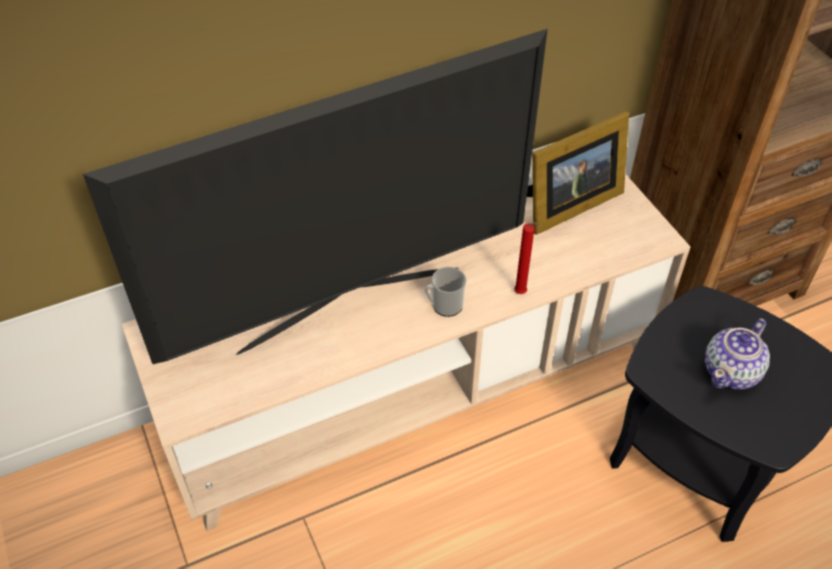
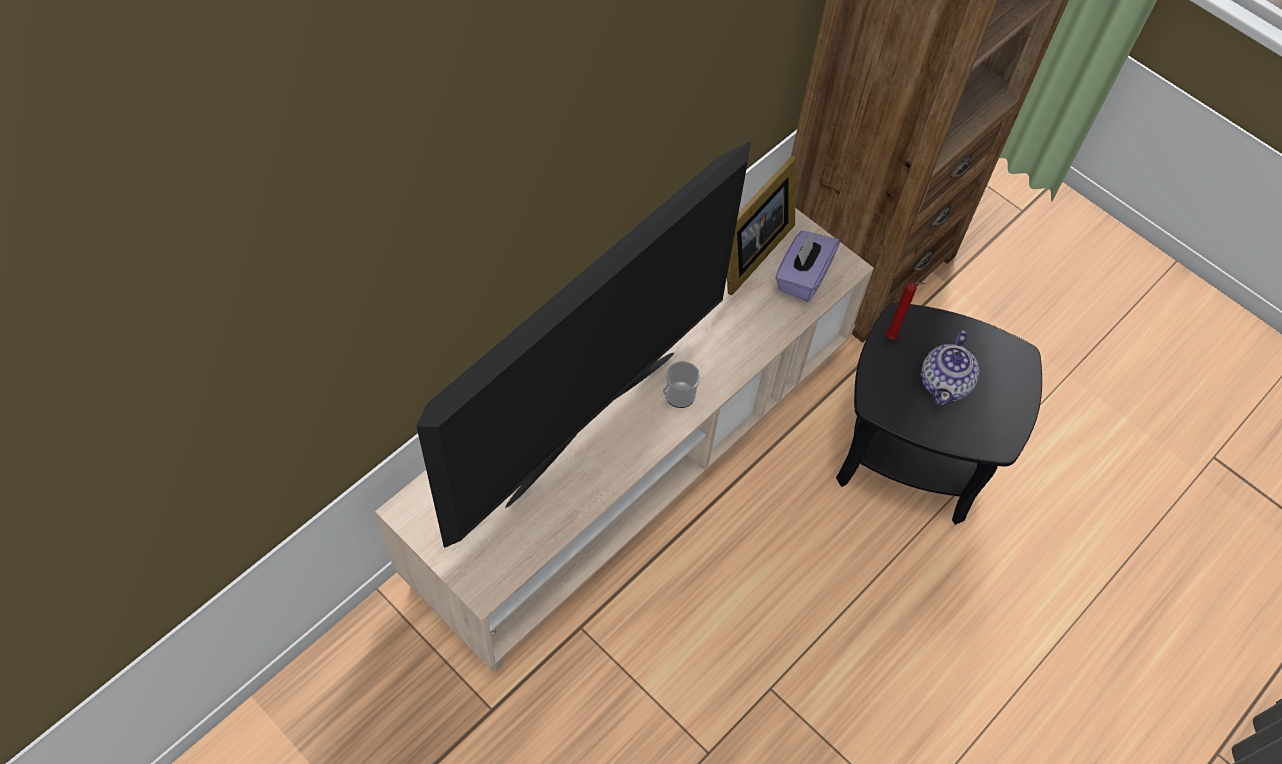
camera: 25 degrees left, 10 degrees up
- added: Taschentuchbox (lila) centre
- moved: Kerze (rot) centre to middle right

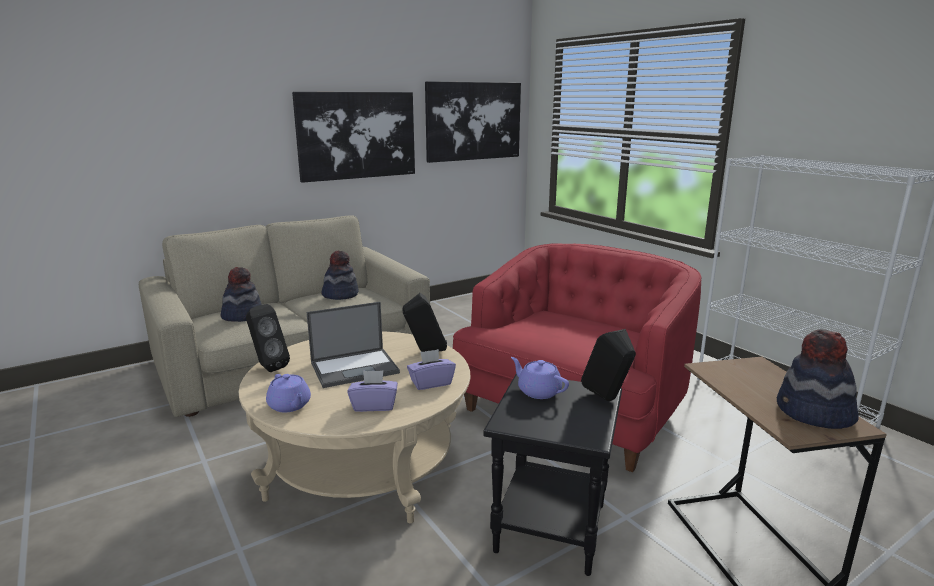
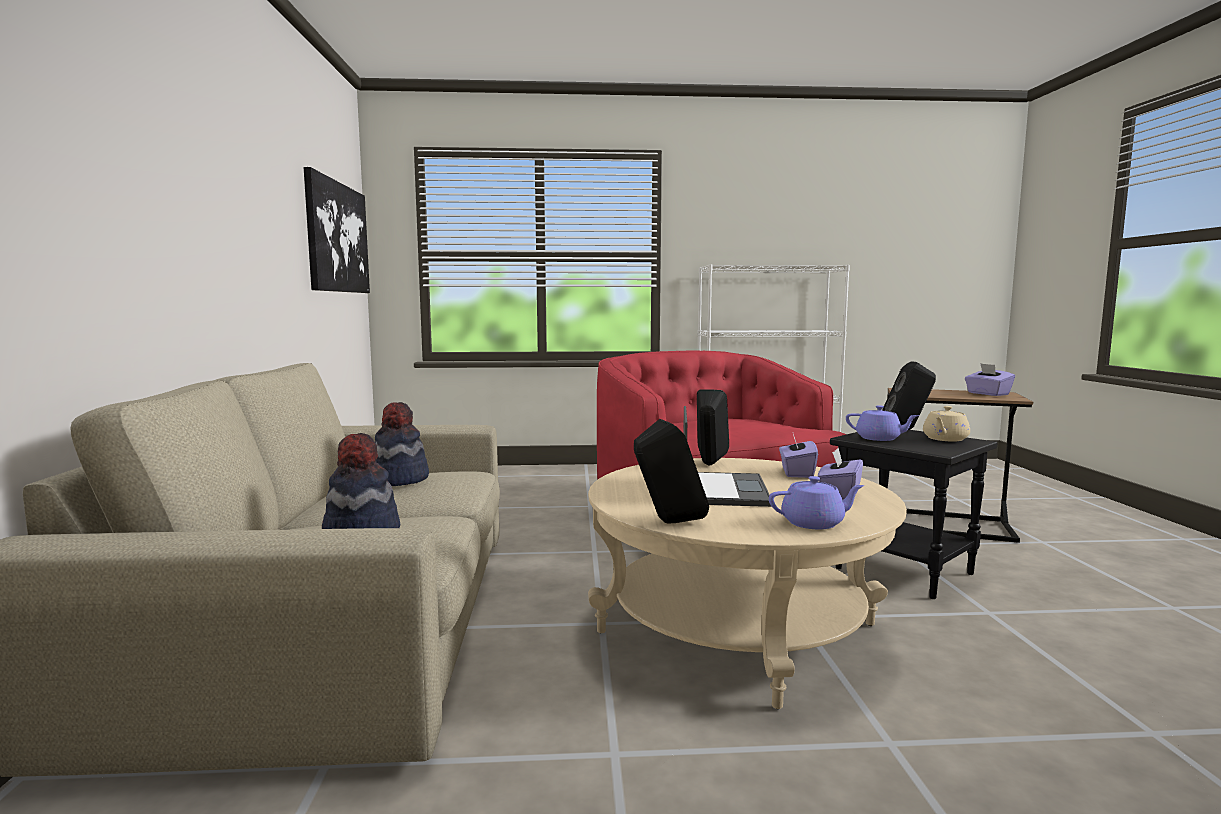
camera: 60 degrees left, 10 degrees down
- removed: Bild (1st from left) top centre
- added: Teekanne (beige) middle right
- replaced: Hut (3rd from left) middle right to Taschentuchbox (lila) (3rd from left) middle right
- turned: Teekanne (lila) (2nd from left) centre = middle right 135 degrees counterclockwise

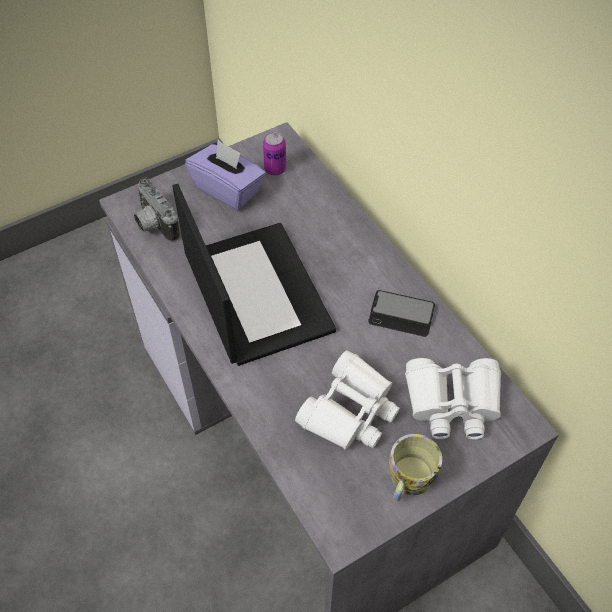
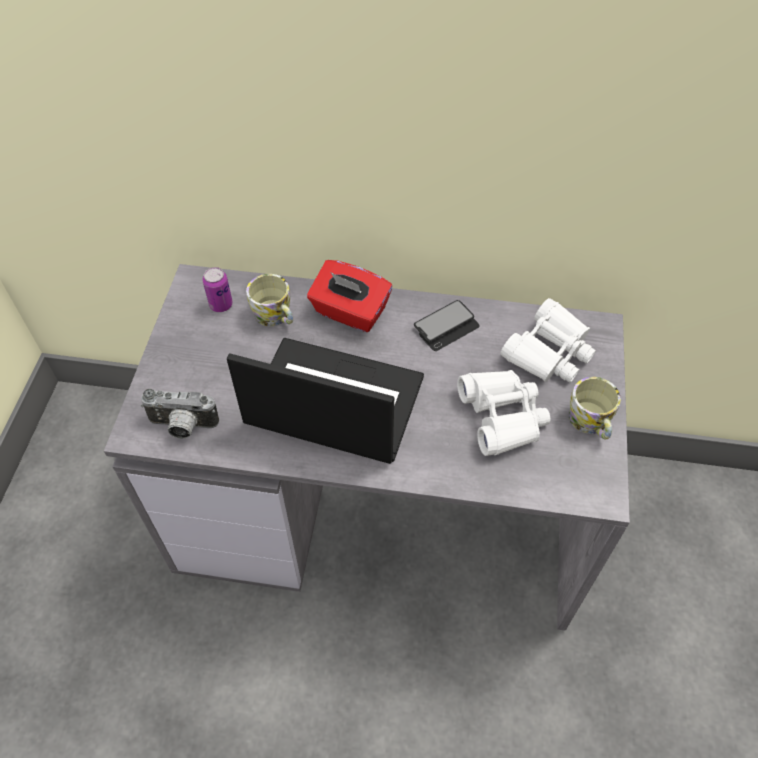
camera: 50 degrees left, 0 degrees up
- removed: Taschentuchbox (lila) top centre
- added: Henkelbecher (1st from left) centre
- added: Taschentuchbox (rot) centre

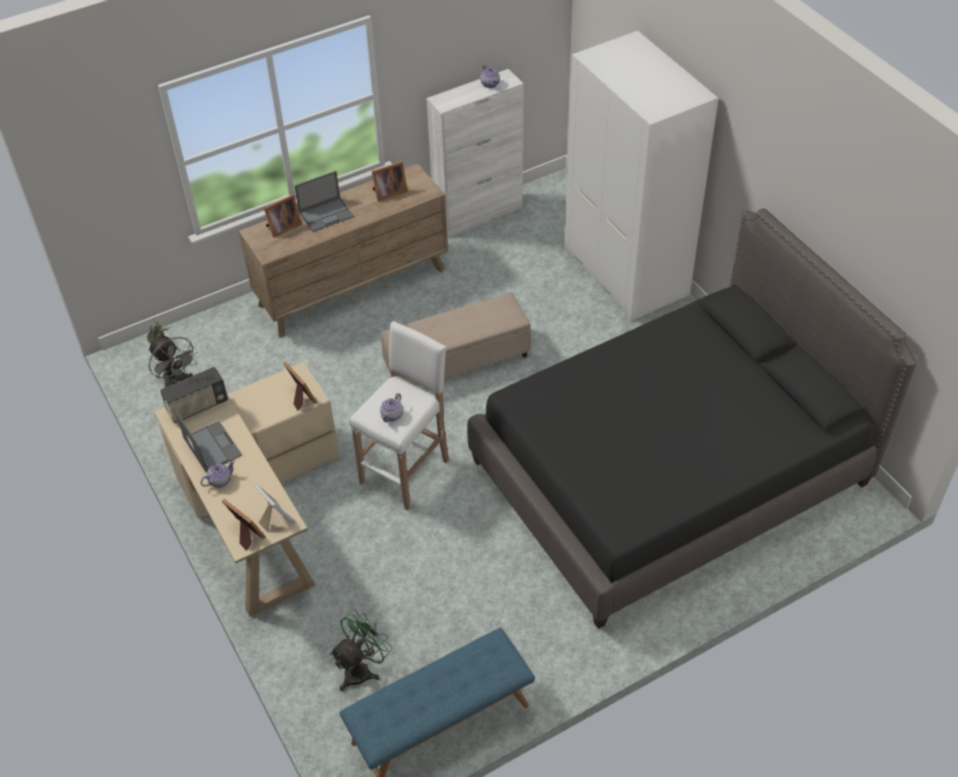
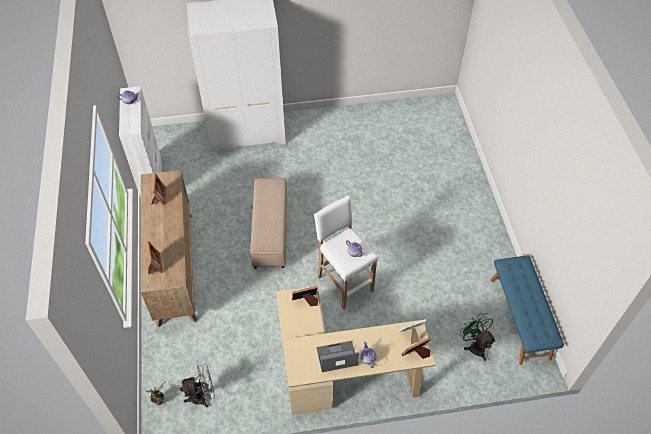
camera: 70 degrees left, 5 degrees up
- removed: Radio middle left
- removed: Laptop (2nd from left) top centre
- removed: Bett (schwarz) middle right

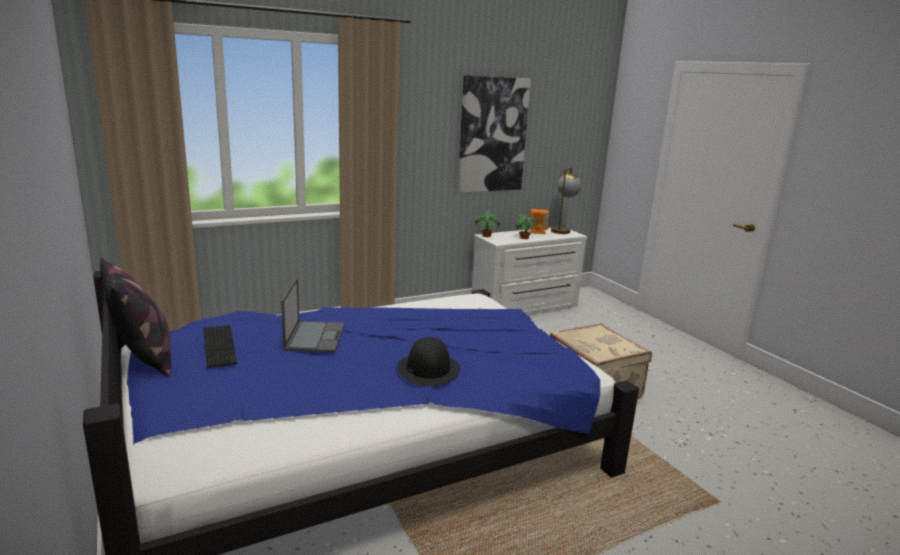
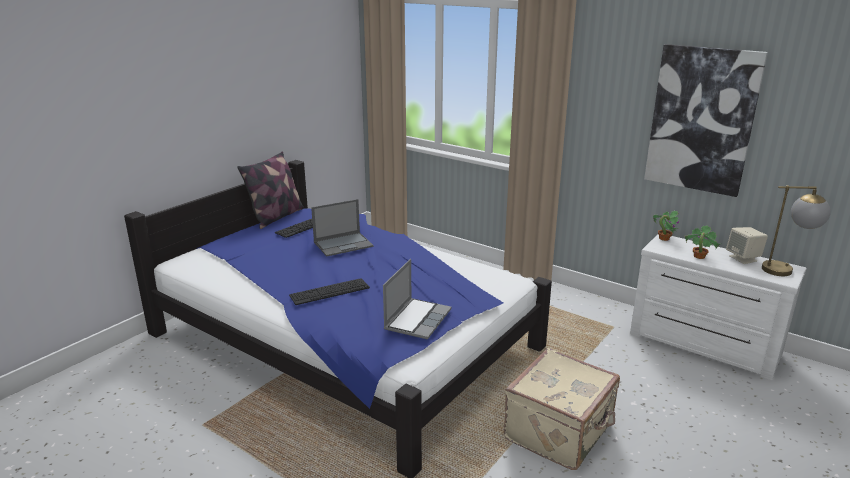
camera: 65 degrees right, 5 degrees up
- added: Laptop (2nd from left) centre
- replaced: Hut (schwarz) centre to Tastatur (2nd from left) centre
- recoloured: Lautsprecher (orange) centre to Lautsprecher (beige) middle right

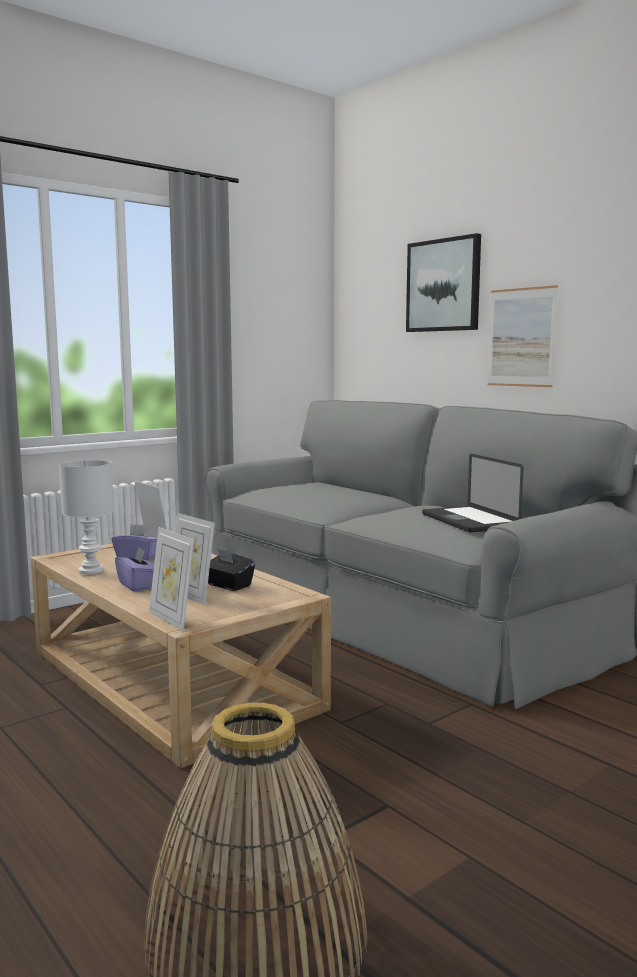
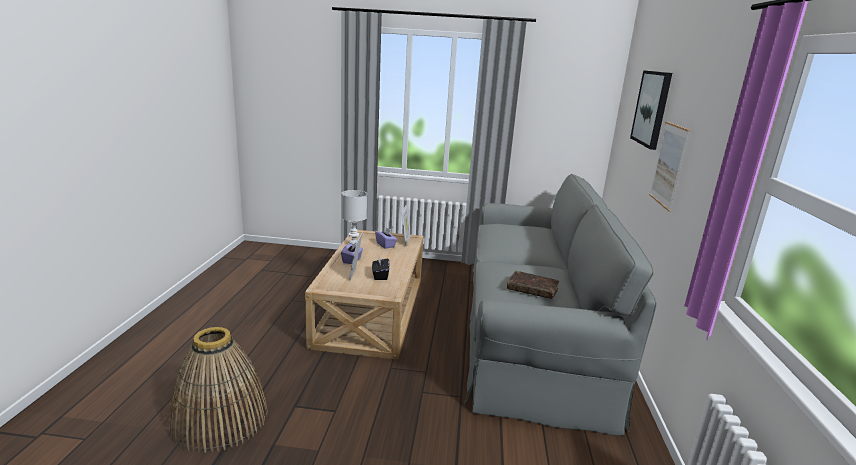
camera: 45 degrees right, 10 degrees up
- removed: Bilderrahmen (2nd from left) middle left
- replaced: Laptop middle right to Buch (braun) centre

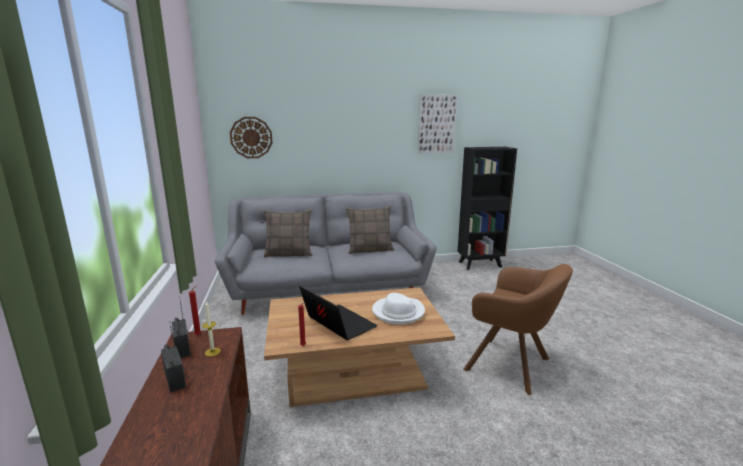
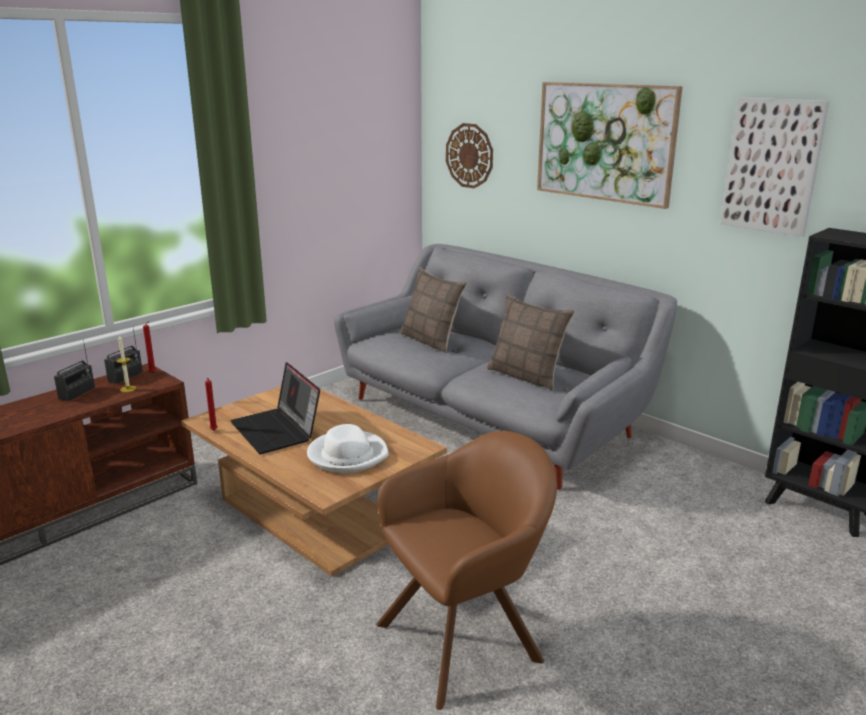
camera: 55 degrees right, 5 degrees up
- added: Bild (1st from left) top right
- turned: Laptop bottom centre = middle left 135 degrees clockwise
- turned: Sessel (braun) bottom right = bottom centre 120 degrees counterclockwise

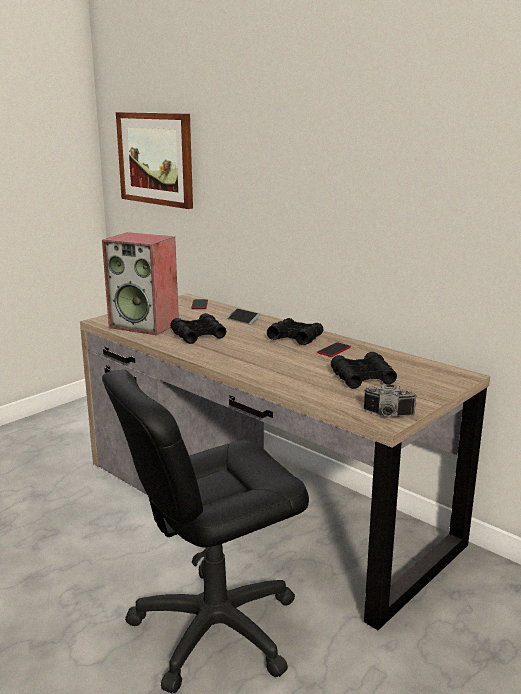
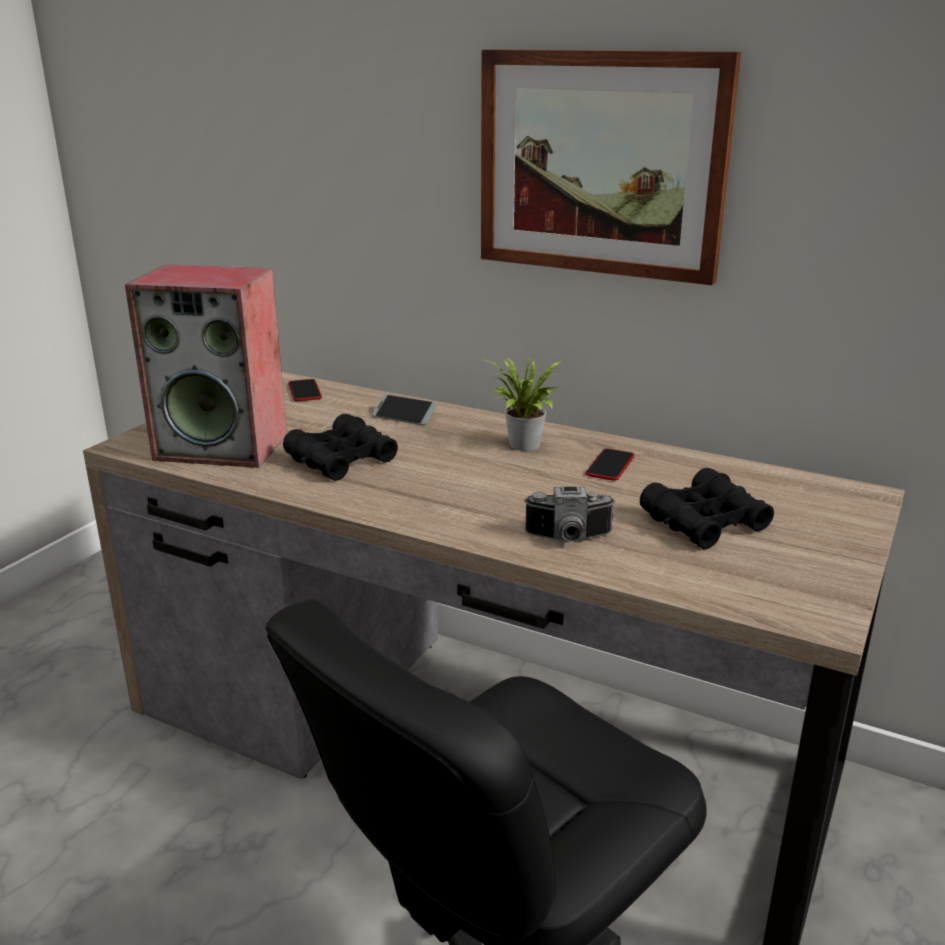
camera: 15 degrees left, 5 degrees up
- moved: Bild top left to top centre
- moved: Kamera middle right to centre
- replaced: Fernglas (schwarz) (2nd from left) centre to Topfpflanze centre

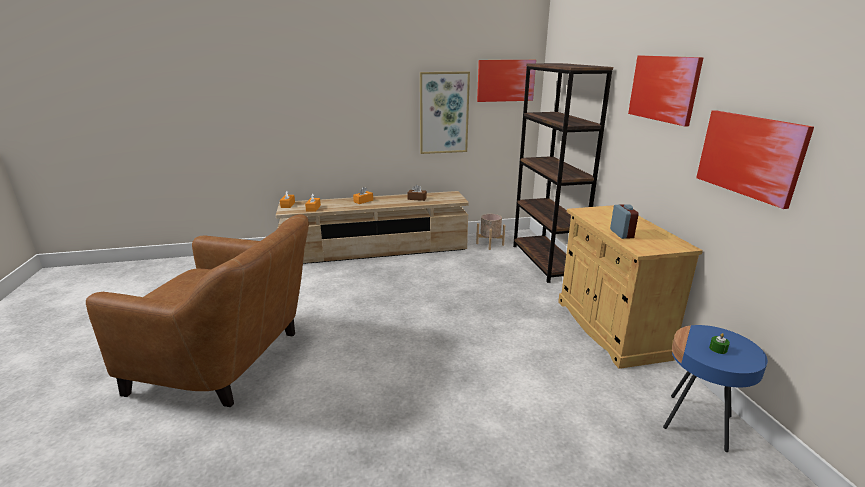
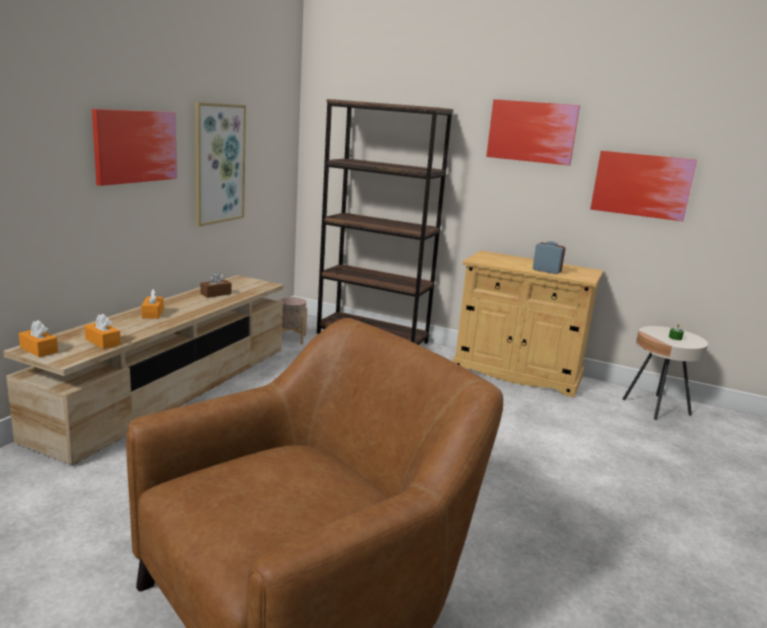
camera: 55 degrees left, 5 degrees down
- moved: Bild (2nd from left in the first image) top centre to Bild (1st from left) top left
- recoloured: Beistelltisch (blau) bottom right to Beistelltisch (beige) middle right

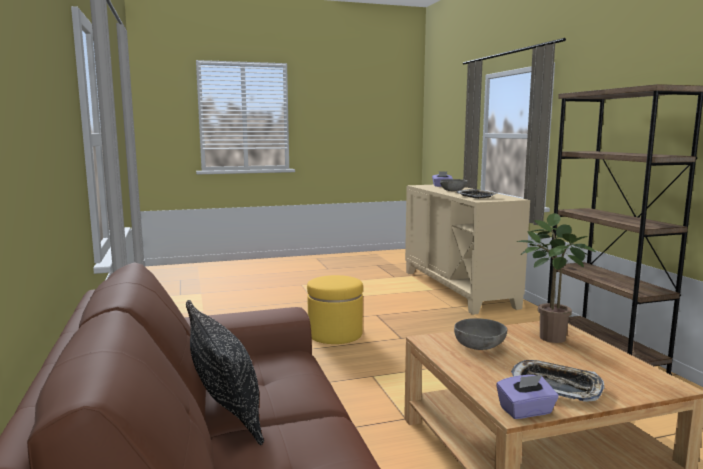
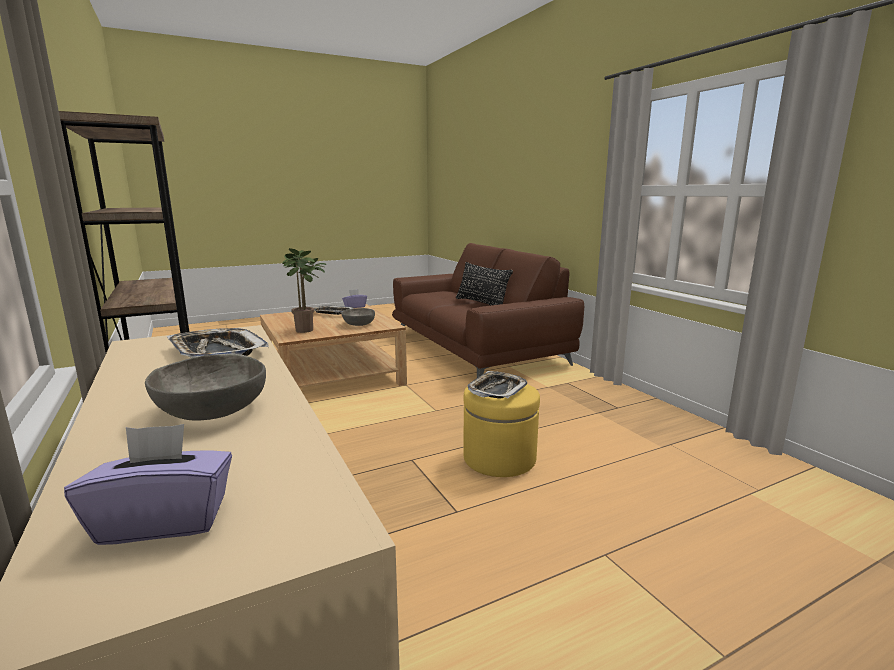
camera: 170 degrees right, 5 degrees up
- added: Tablett (3rd from left) centre

